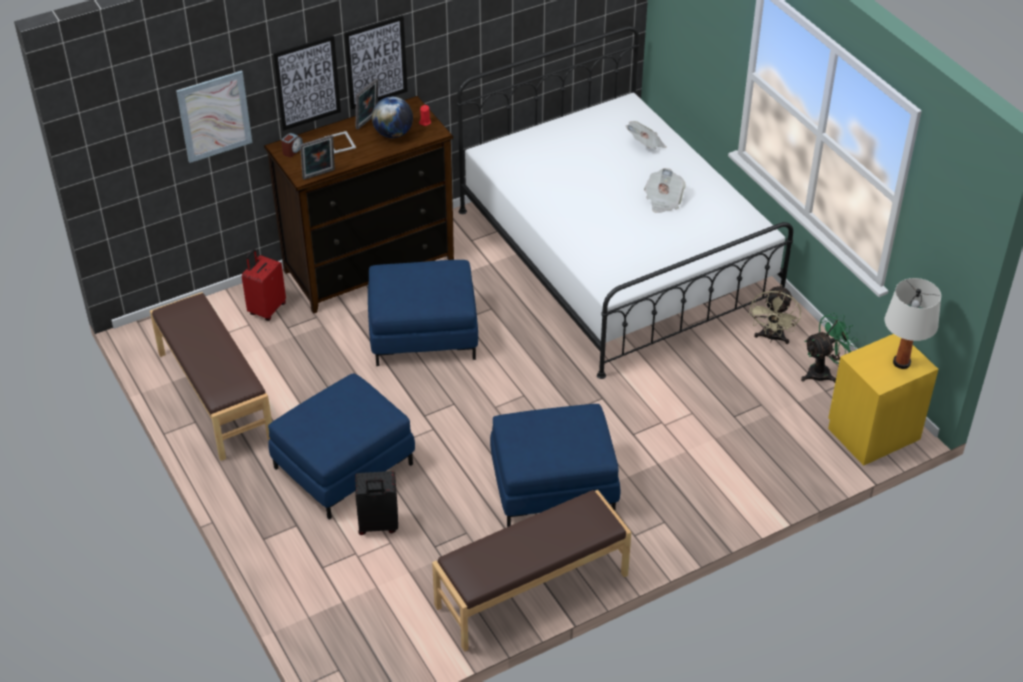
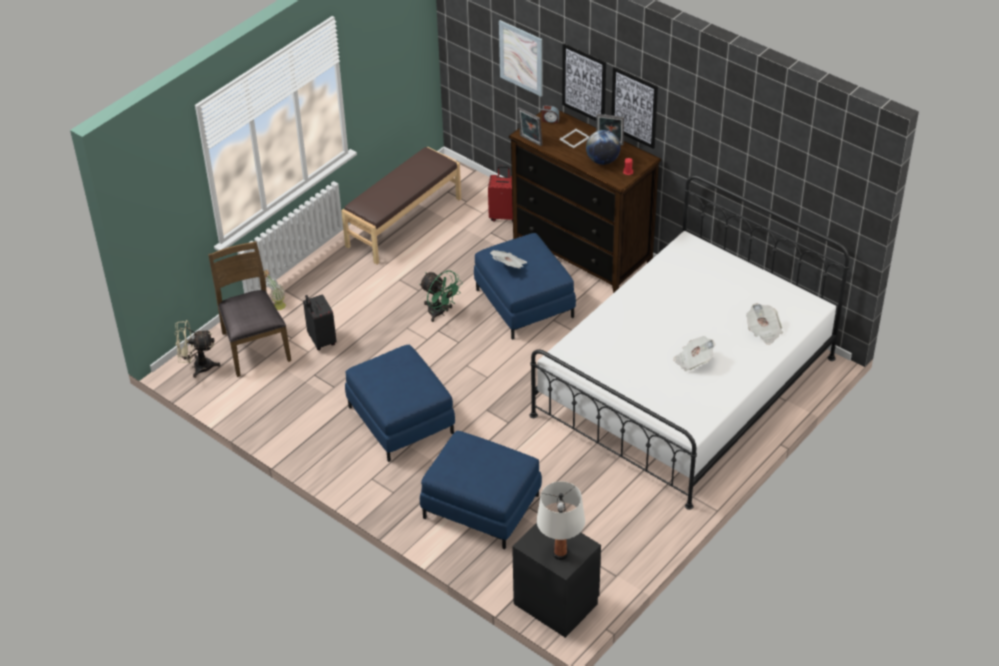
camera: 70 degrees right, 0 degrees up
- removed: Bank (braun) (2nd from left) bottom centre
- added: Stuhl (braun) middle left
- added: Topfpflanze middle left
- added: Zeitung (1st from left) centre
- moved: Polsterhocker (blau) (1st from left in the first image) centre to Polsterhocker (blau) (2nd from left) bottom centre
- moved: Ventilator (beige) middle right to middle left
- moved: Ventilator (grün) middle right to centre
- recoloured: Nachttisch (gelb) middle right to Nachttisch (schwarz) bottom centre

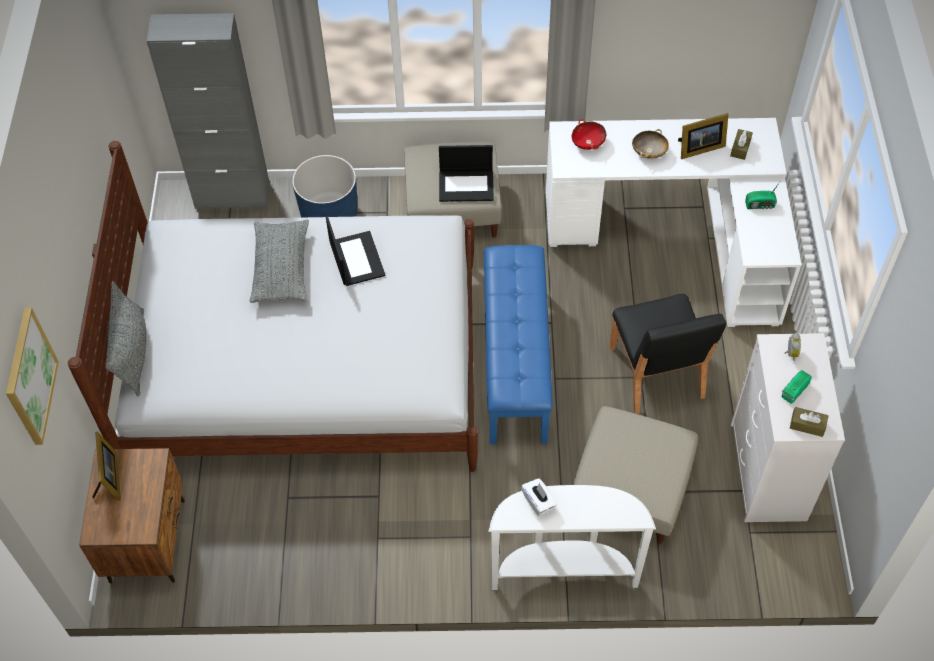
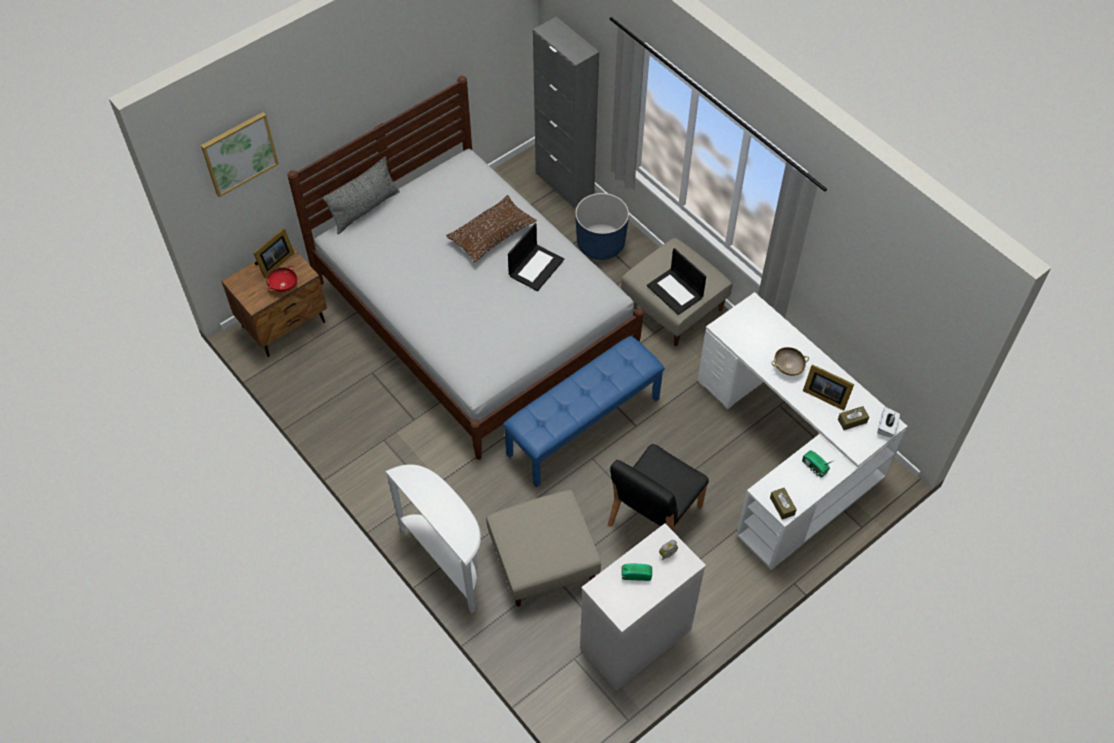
camera: 50 degrees right, 0 degrees up
- moved: Taschentuchbox (weiß) bottom centre to middle right
- moved: Schüssel (rot) top centre to middle left
- moved: Taschentuchbox (braun) (2nd from left in the first image) middle right to Taschentuchbox (braun) (1st from left) bottom right
- recoloured: Kissen (grau) (2nd from left) middle left to Kissen (braun) top centre

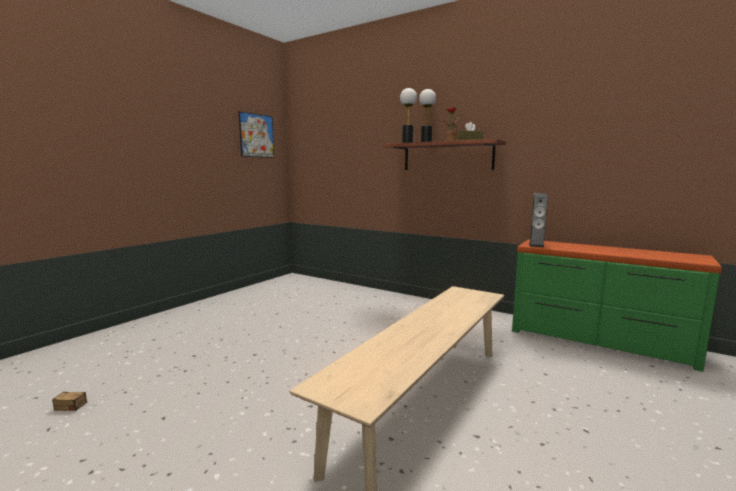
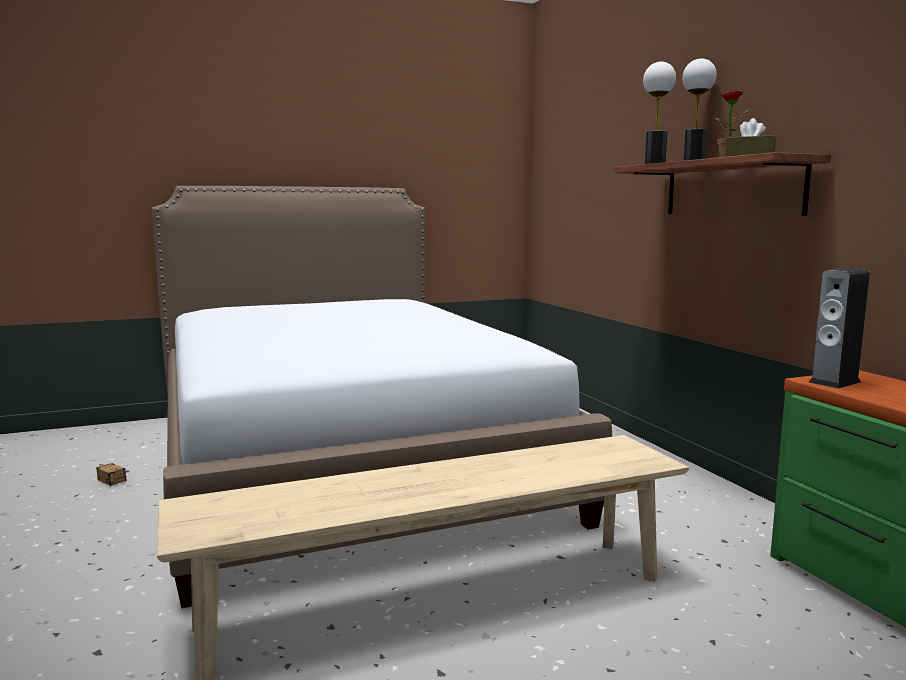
camera: 35 degrees right, 0 degrees up
- removed: Bild top centre
- added: Bett centre

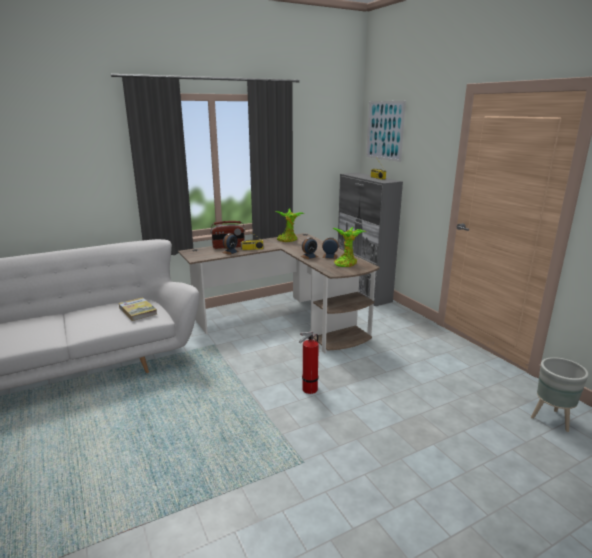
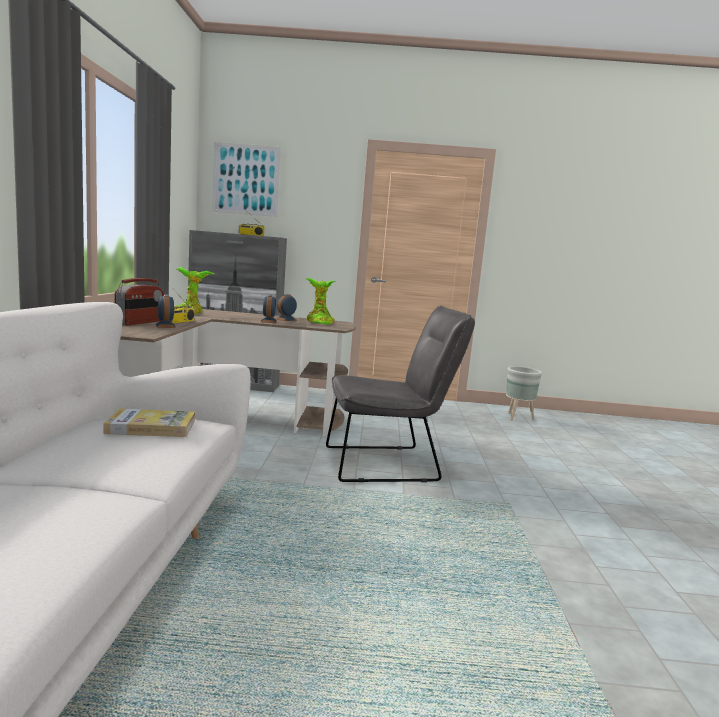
camera: 60 degrees left, 10 degrees down
- replaced: Feuerlöscher centre to Stuhl (grau) centre

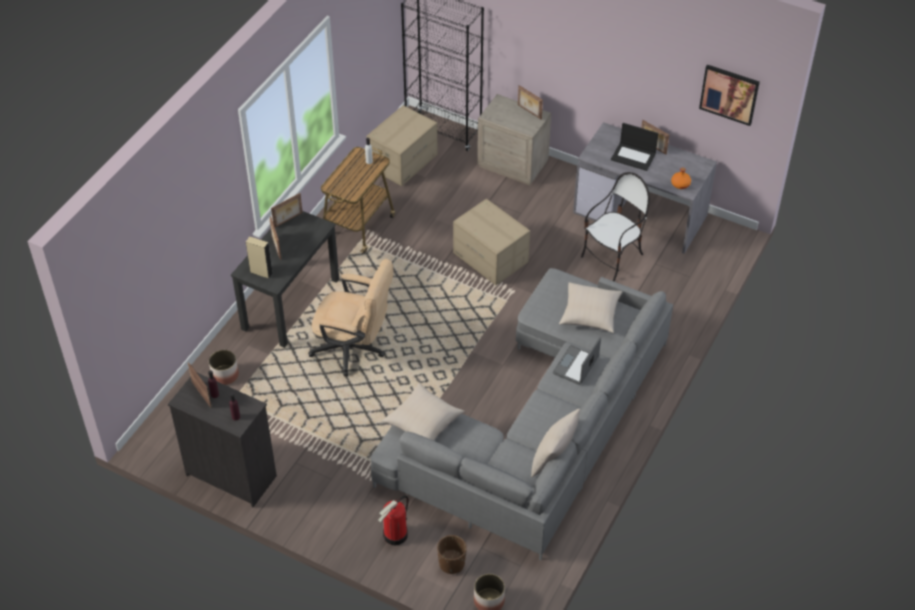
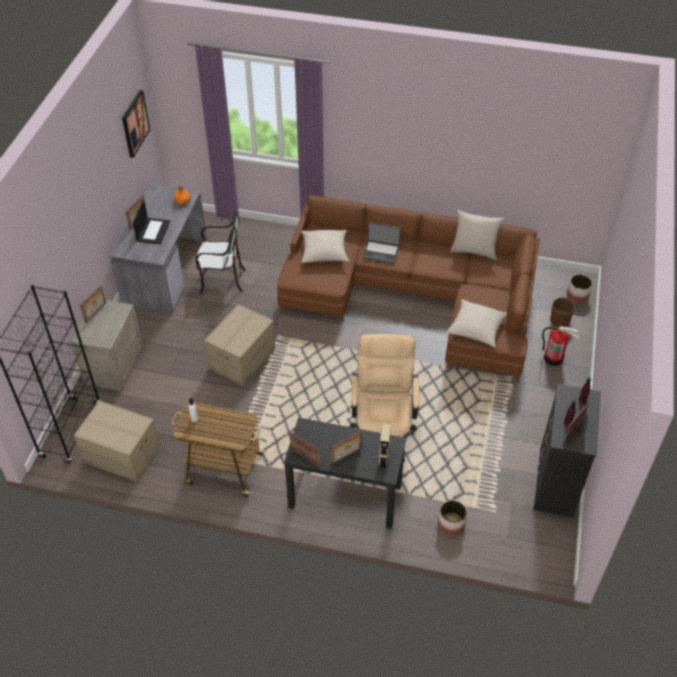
camera: 105 degrees left, 0 degrees up
- recoloured: Sofa (grau) bottom centre to Sofa (braun) centre
- turned: Stuhl middle right = middle left 150 degrees clockwise

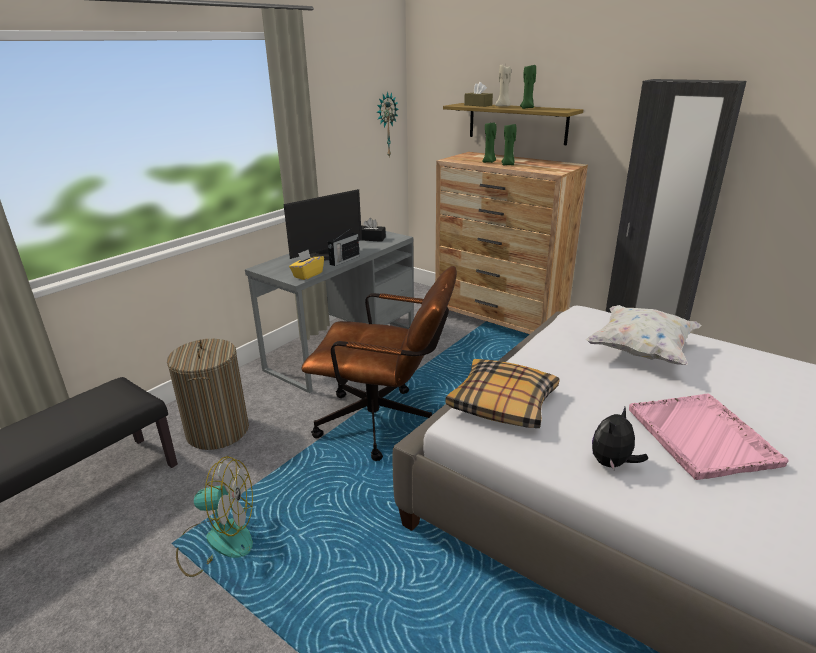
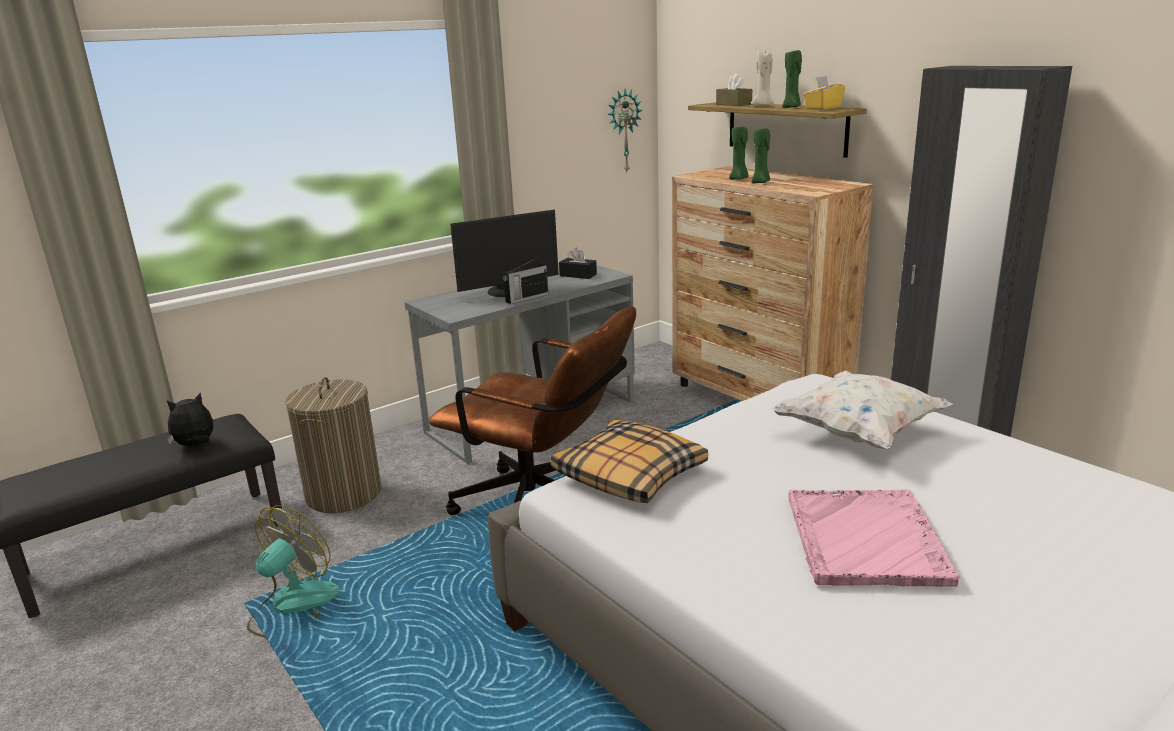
camera: 15 degrees right, 5 degrees down
- moved: Taschentuchbox (gelb) centre to top right
- moved: Plüschtier bottom right to middle left
- turned: Ventilator bottom left = bottom left 75 degrees counterclockwise

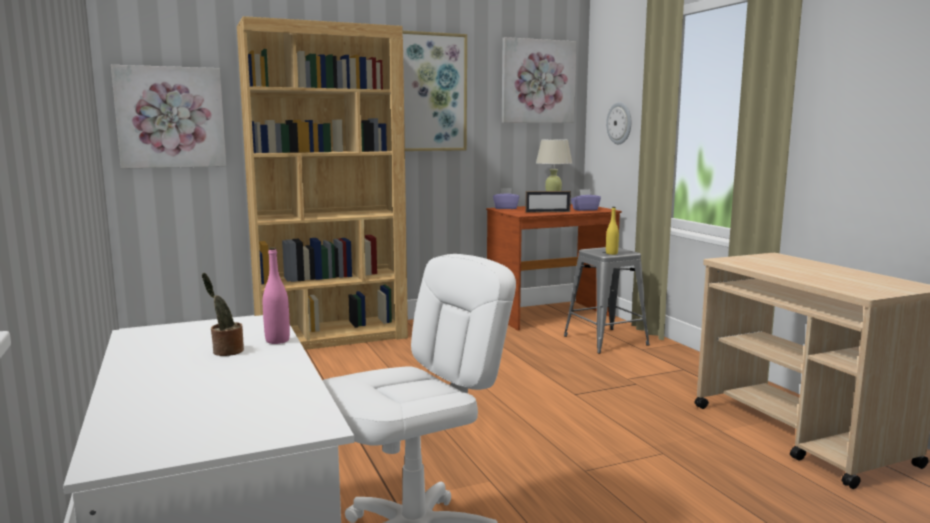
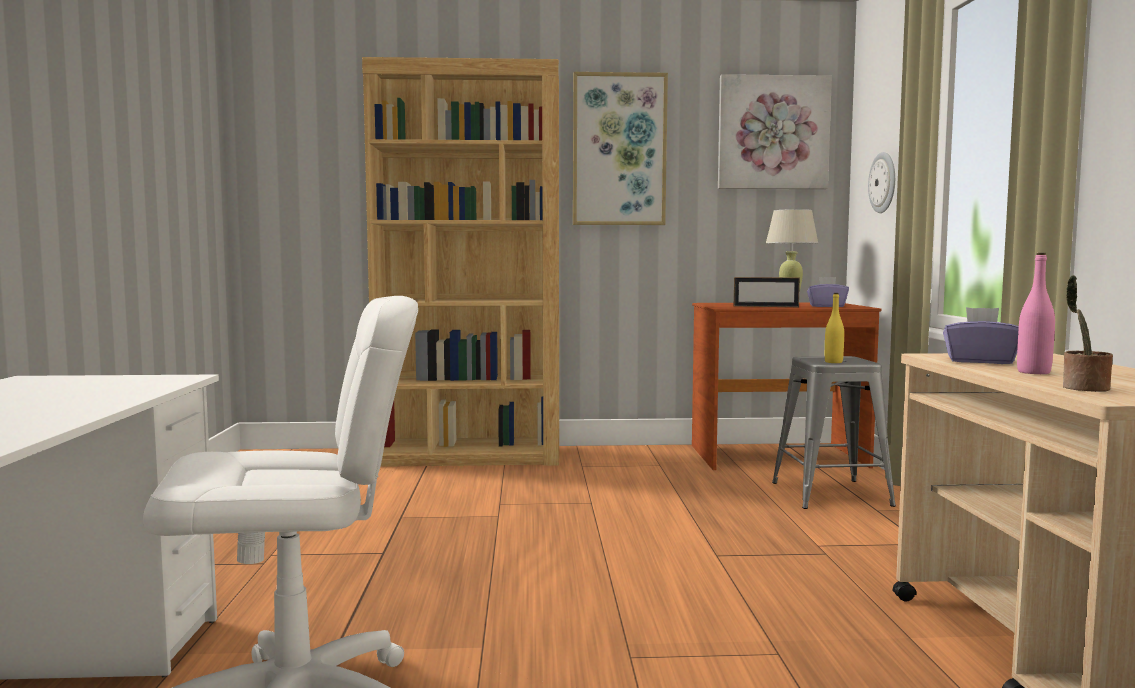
camera: 20 degrees right, 5 degrees down
- removed: Bild (1st from left) top left
- moved: Topfpflanze middle left to middle right
- moved: Flasche (rosa) middle left to middle right
- moved: Taschentuchbox (lila) (1st from left in the first image) centre to Taschentuchbox (lila) (2nd from left) middle right

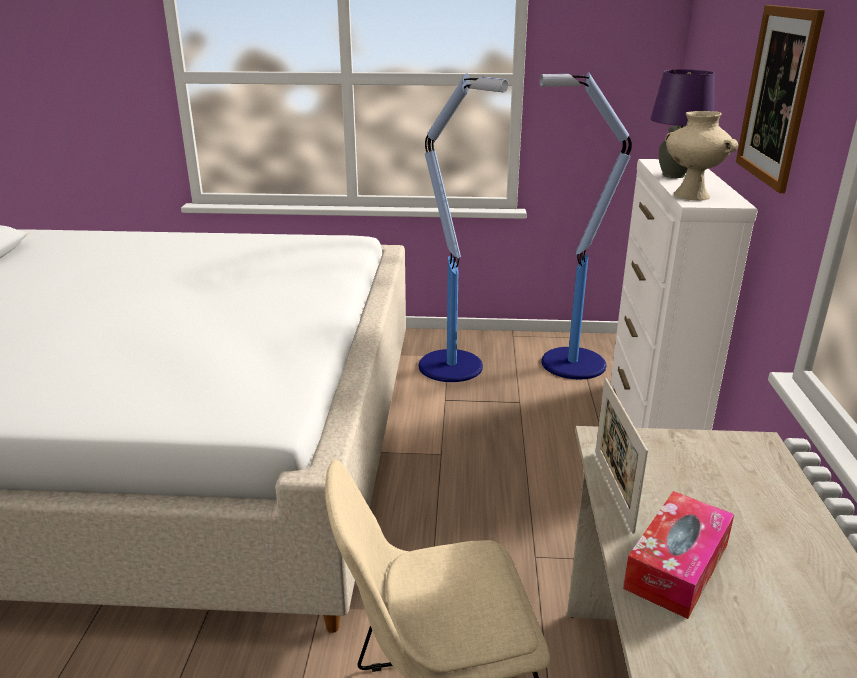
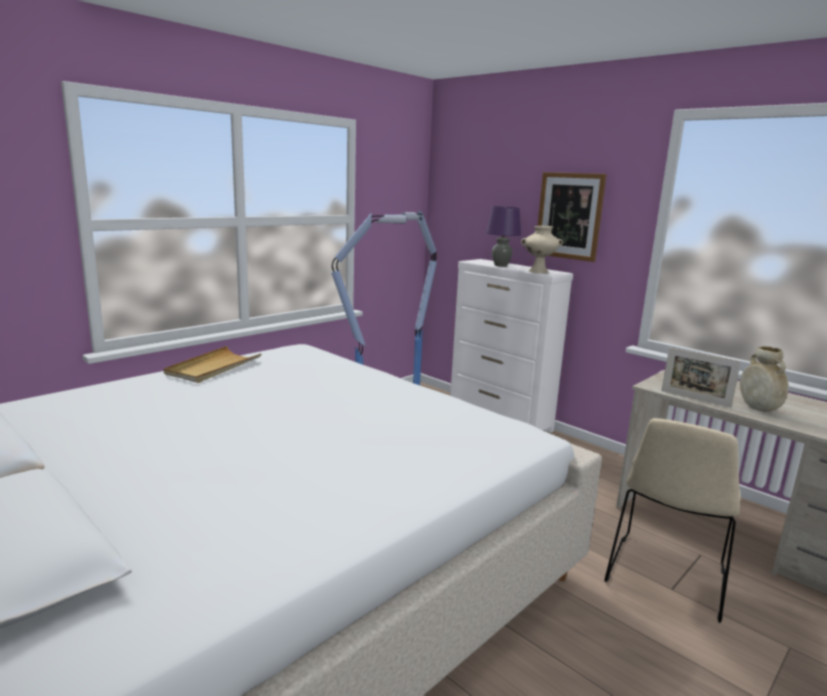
camera: 50 degrees left, 10 degrees down
- added: Tablett (beige) middle left
- replaced: Taschentuchbox bottom right to Vase (beige) (2nd from left) middle right

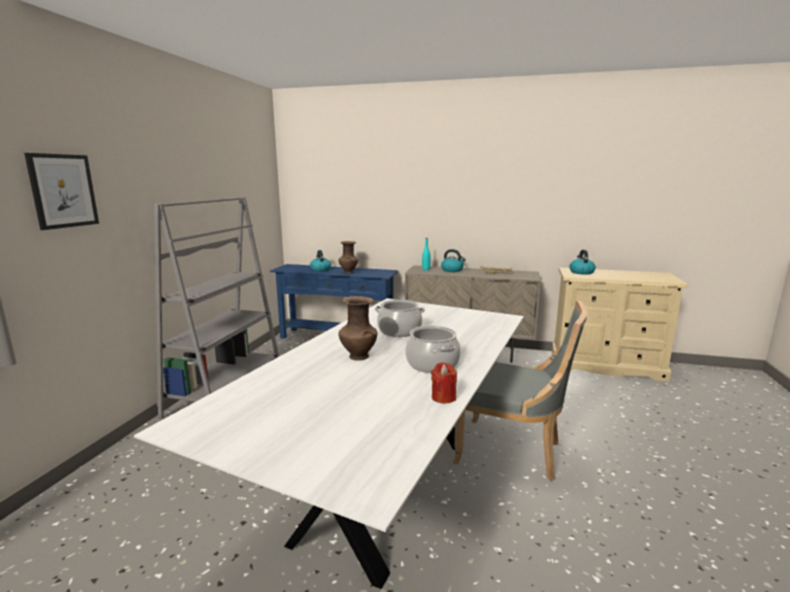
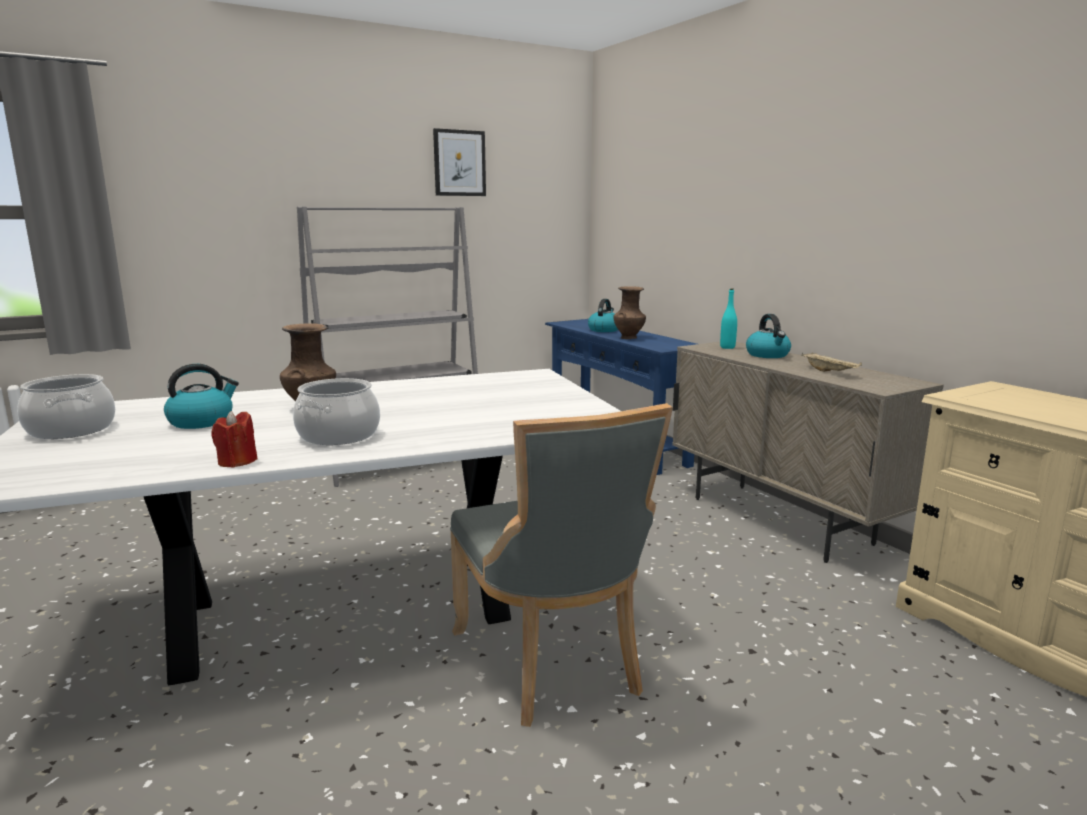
camera: 45 degrees right, 0 degrees up
- moved: Bild top left to top centre
- moved: Kochtopf (1st from left) centre to middle left
- moved: Wasserkessel (3rd from left in the first image) middle right to Wasserkessel (1st from left) middle left

